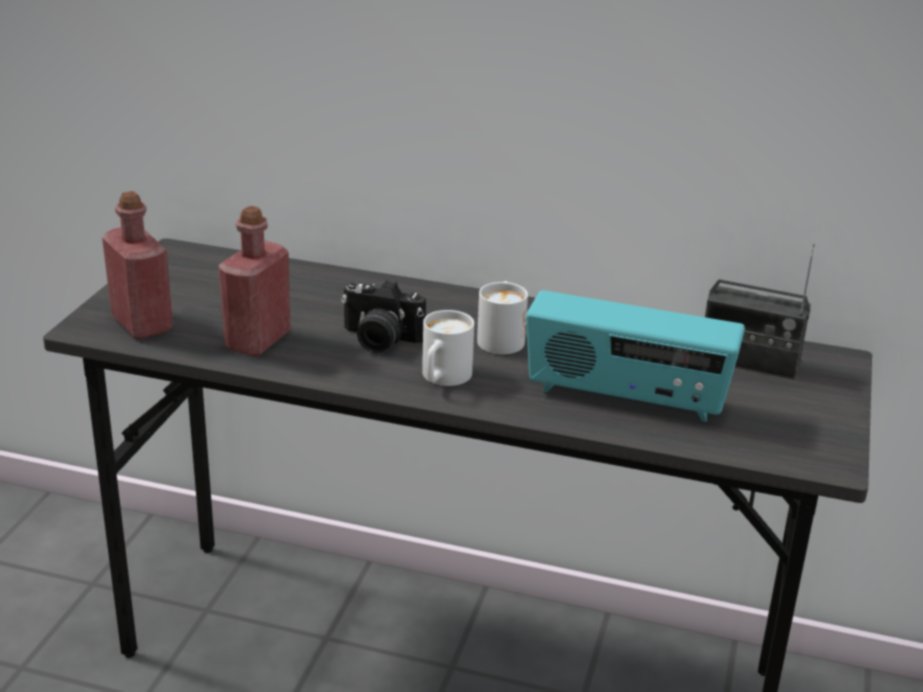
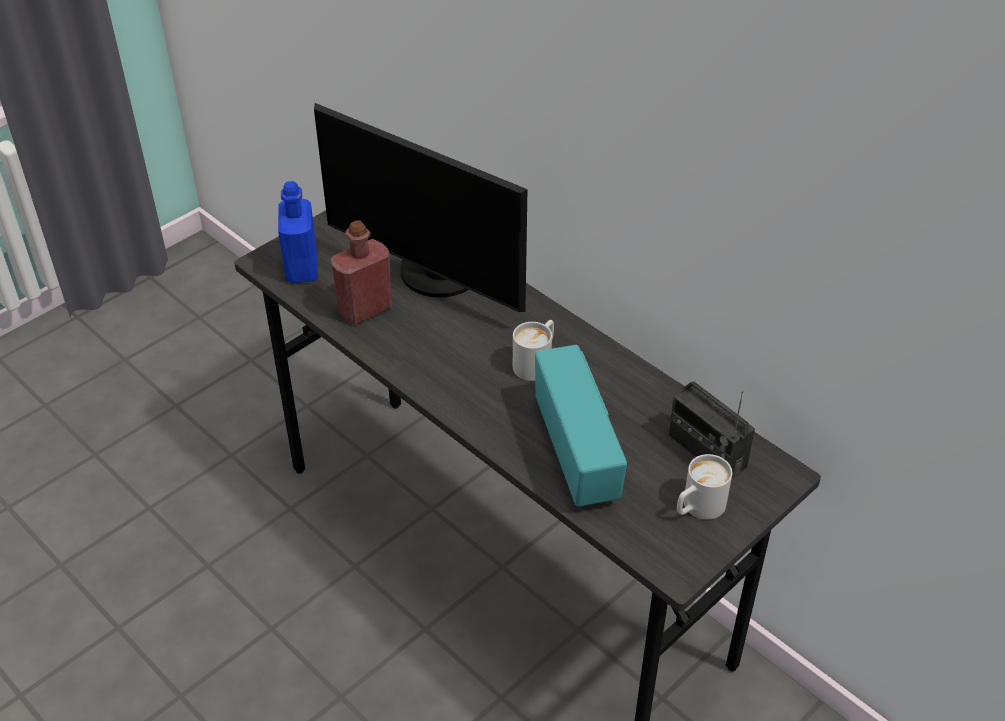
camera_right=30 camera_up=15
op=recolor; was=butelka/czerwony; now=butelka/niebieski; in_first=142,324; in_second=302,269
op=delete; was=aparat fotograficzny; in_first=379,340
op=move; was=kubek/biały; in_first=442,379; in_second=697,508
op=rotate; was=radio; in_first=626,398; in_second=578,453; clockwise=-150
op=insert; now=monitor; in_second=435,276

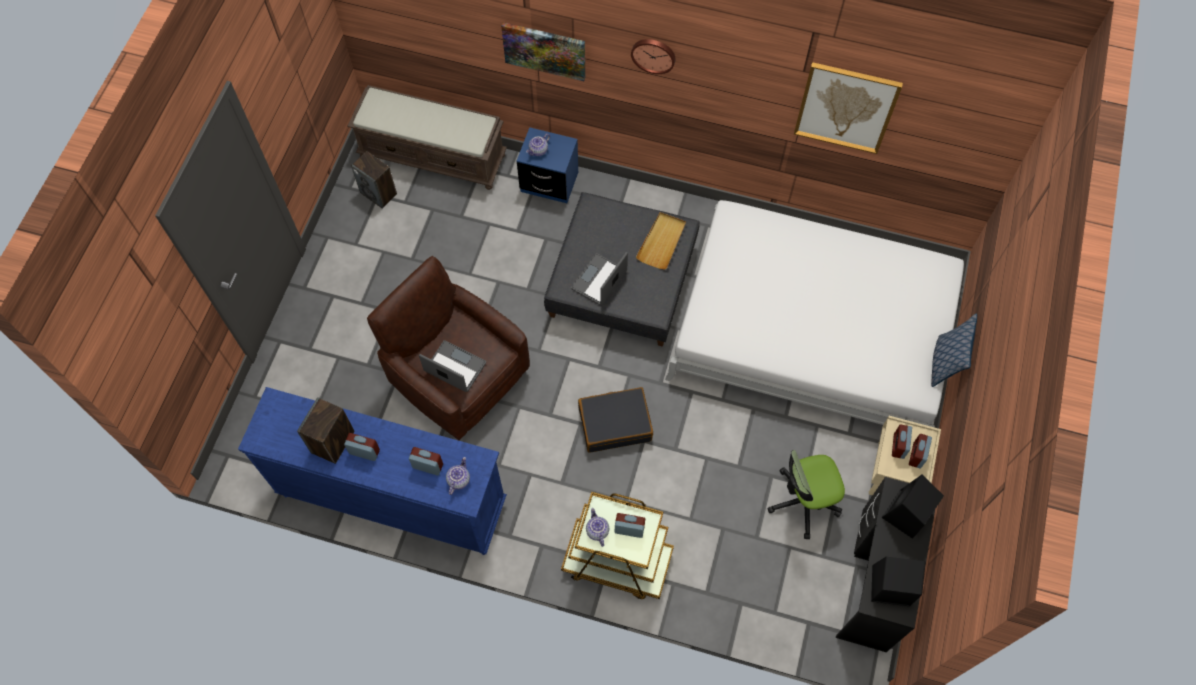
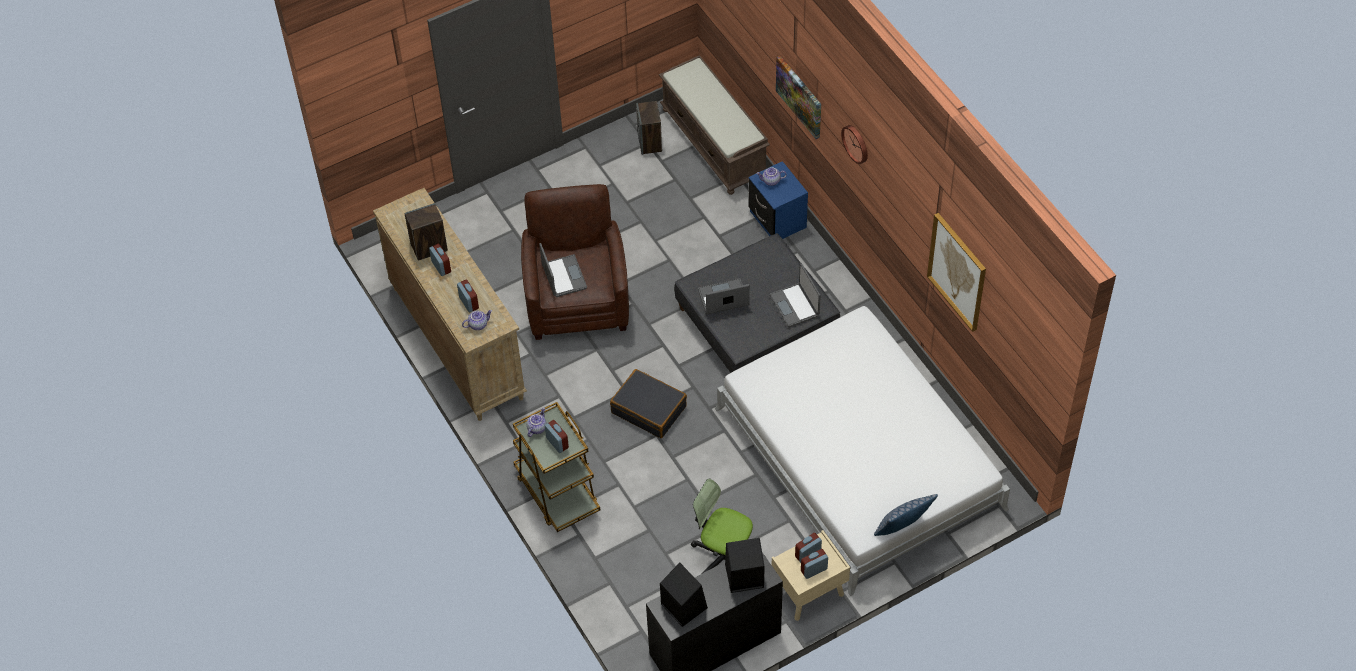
camera_right=45 camera_up=-10
op=recolor; was=komoda/niebieski; now=komoda/beżowy; in_first=392,499; in_second=457,342
op=replace; was=taca/beżowy; now=laptop; in_first=662,242; in_second=795,305

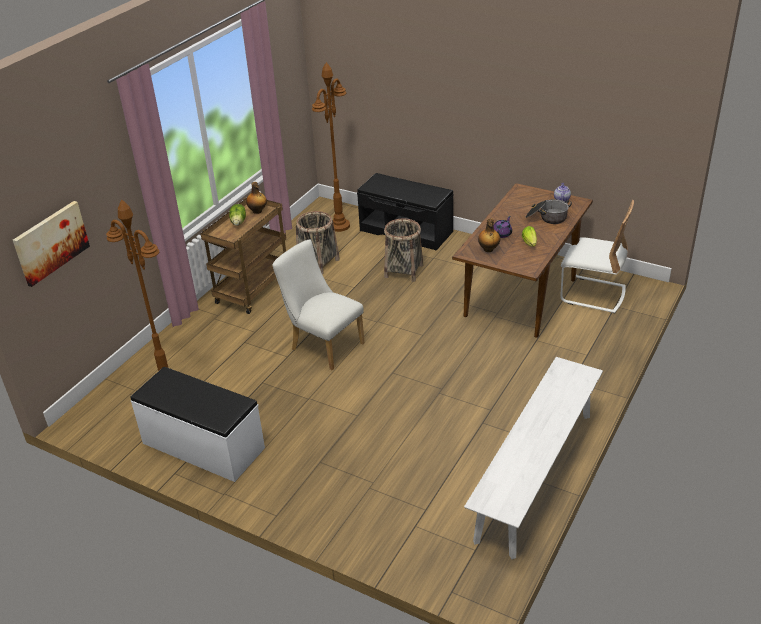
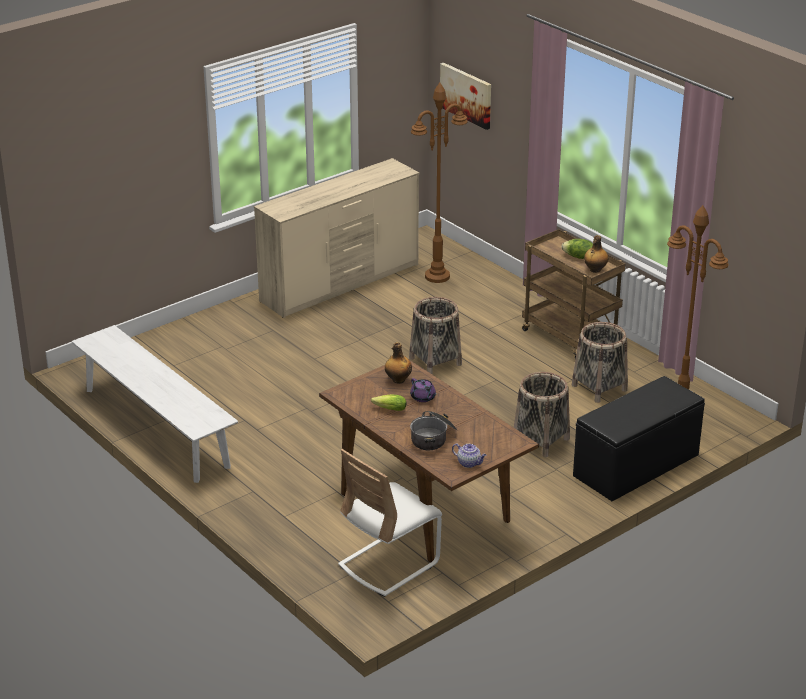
camera_right=110 camera_up=-5
op=replace; was=ławka/biały; now=komoda/beżowy; in_first=202,446; in_second=341,283
op=replace; was=krzesło/biały; now=koszyk; in_first=323,345; in_second=435,361

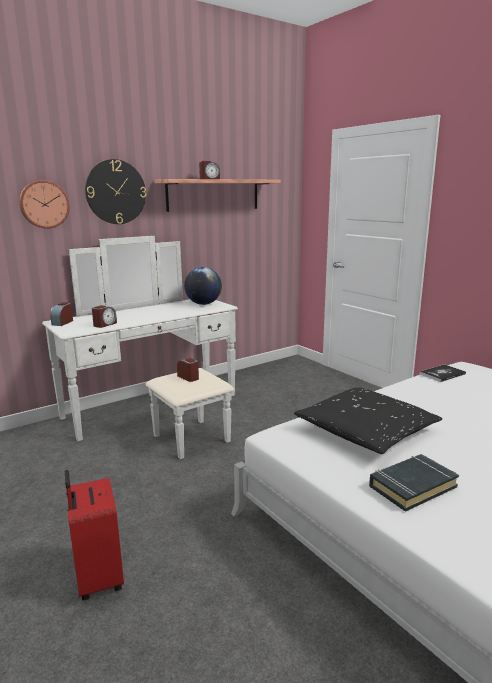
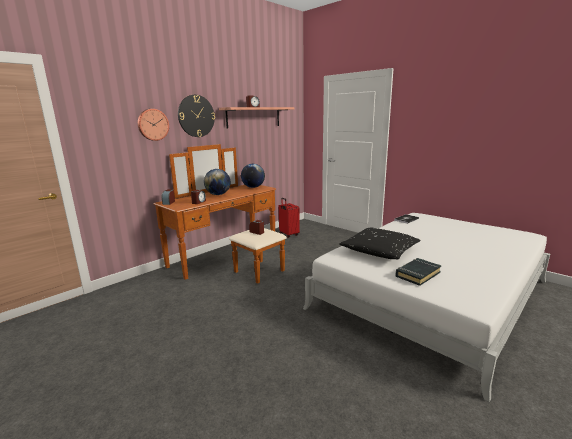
camera_right=-10 camera_up=0
op=recolor; was=komoda/biały; now=komoda/brązowy; in_first=160,412; in_second=232,258
op=move; was=walizka/czerwony; in_first=98,579; in_second=288,234
op=insert; now=globus; in_second=218,194

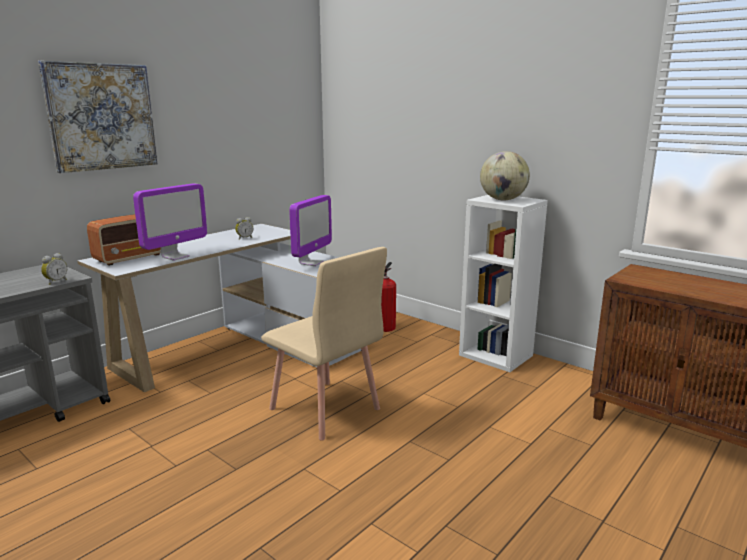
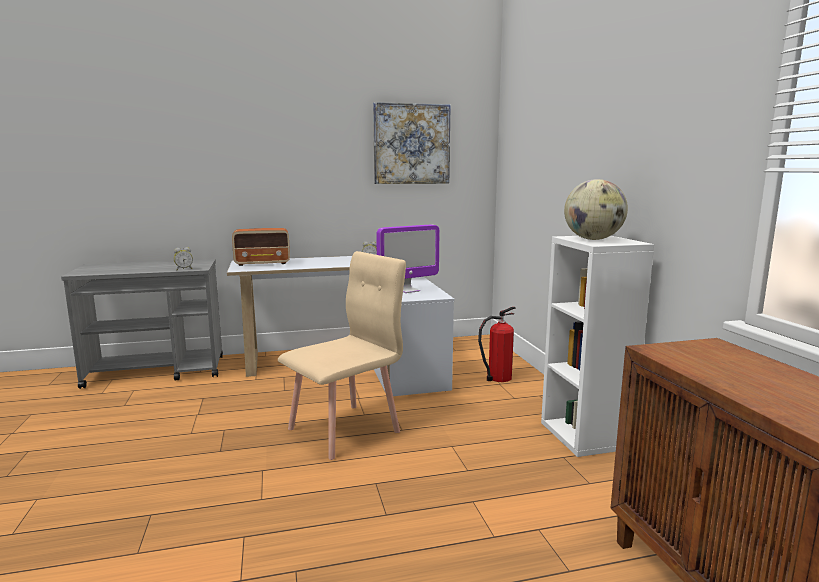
camera_right=35 camera_up=-5
op=move; was=obraz; in_first=101,117; in_second=411,144
op=delete; was=monitor; in_first=175,257
op=rotate; was=krzesło/beżowy; in_first=325,409; in_second=345,430; clockwise=-120

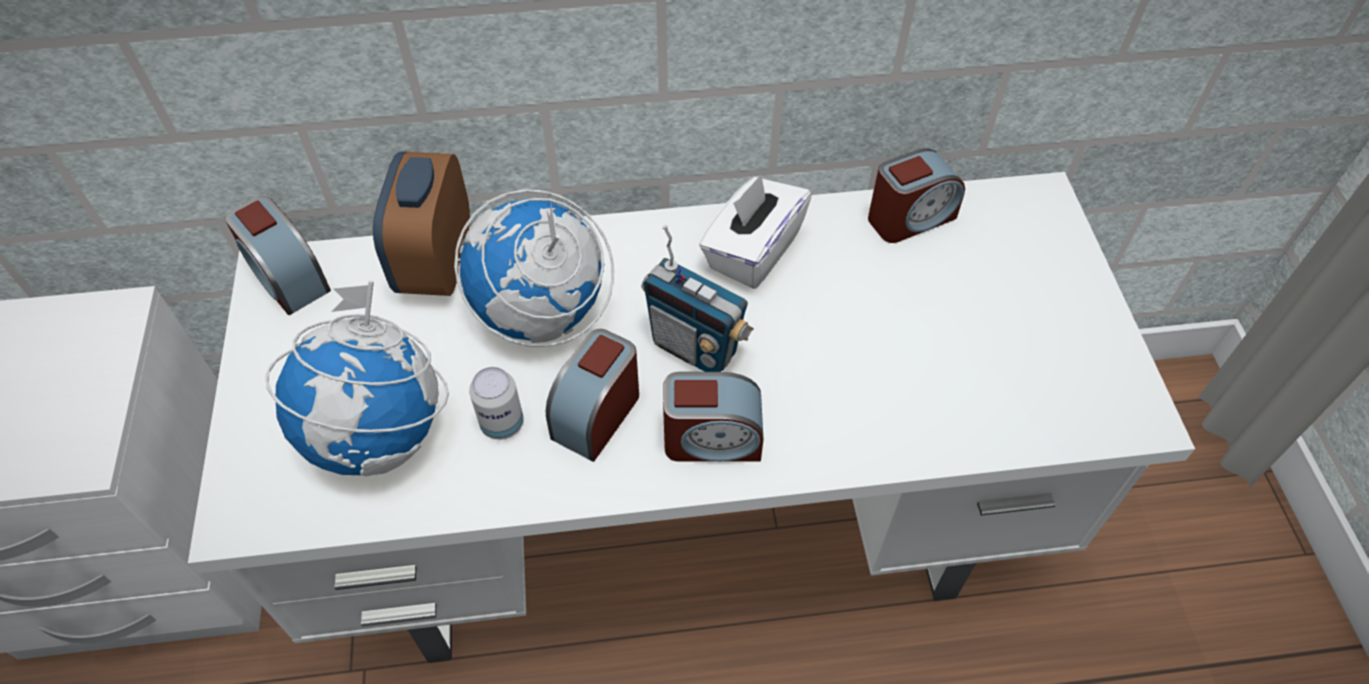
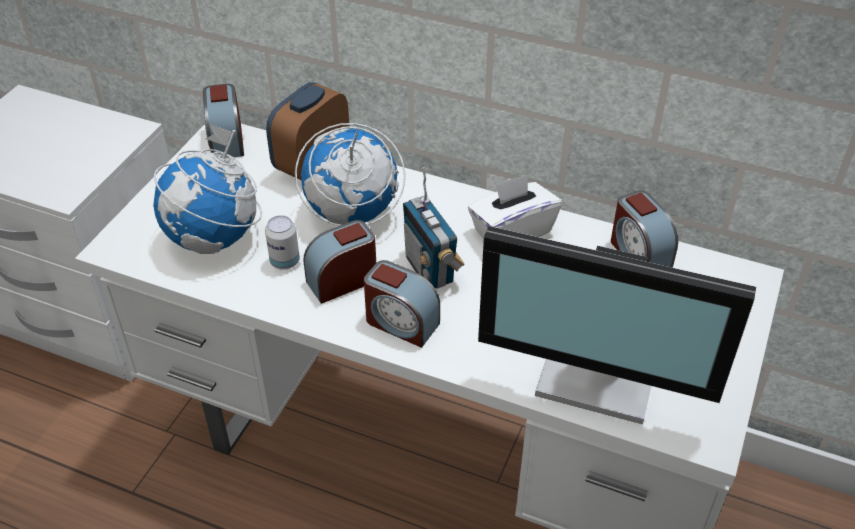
camera_right=30 camera_up=-10
op=rotate; was=budzik; in_first=910,218; in_second=639,253; clockwise=60
op=insert; now=monitor; in_second=600,374

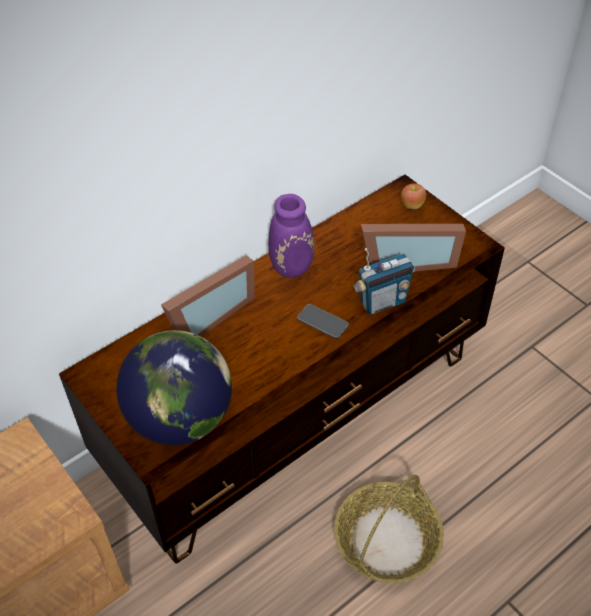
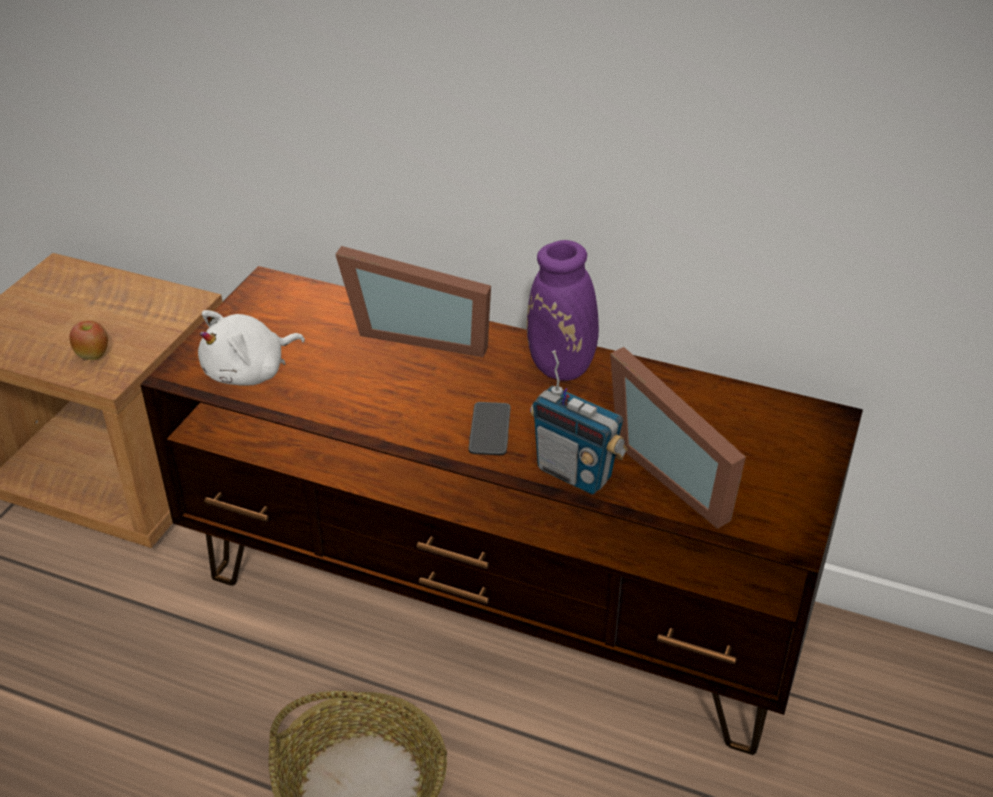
camera_right=60 camera_up=-10
op=replace; was=globus; now=pluszak/biały; in_first=181,418; in_second=250,373
op=move; was=jabłko; in_first=412,205; in_second=93,355

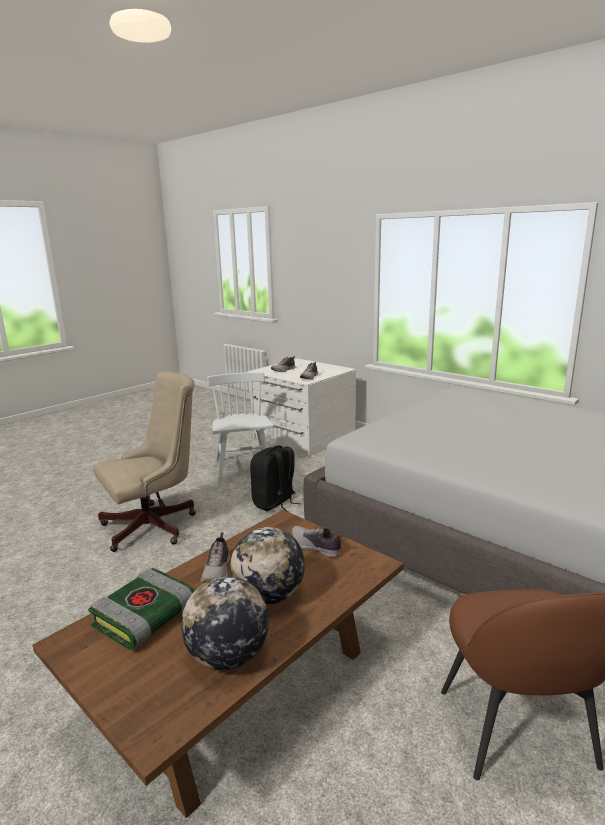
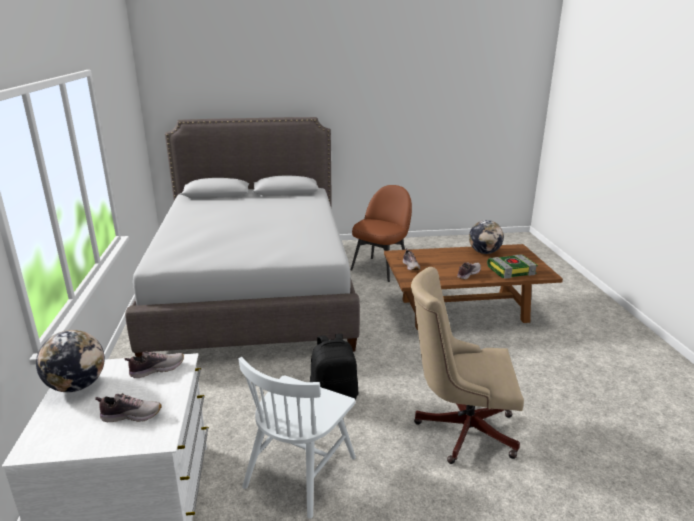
camera_right=-140 camera_up=5
op=move; was=globus; in_first=269,596; in_second=77,386

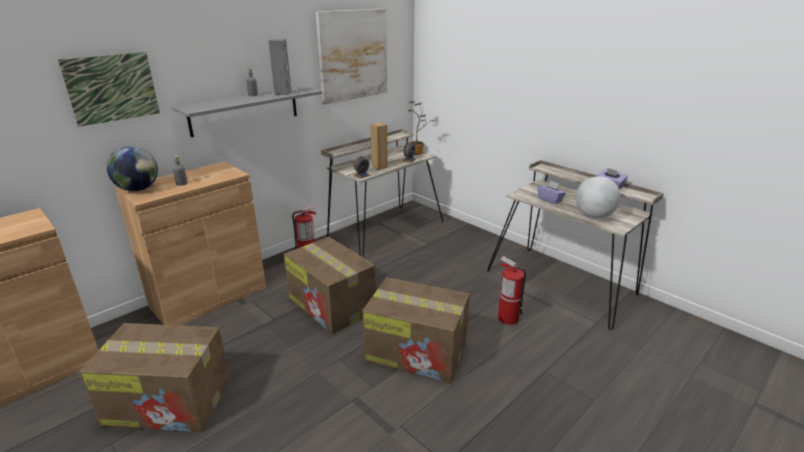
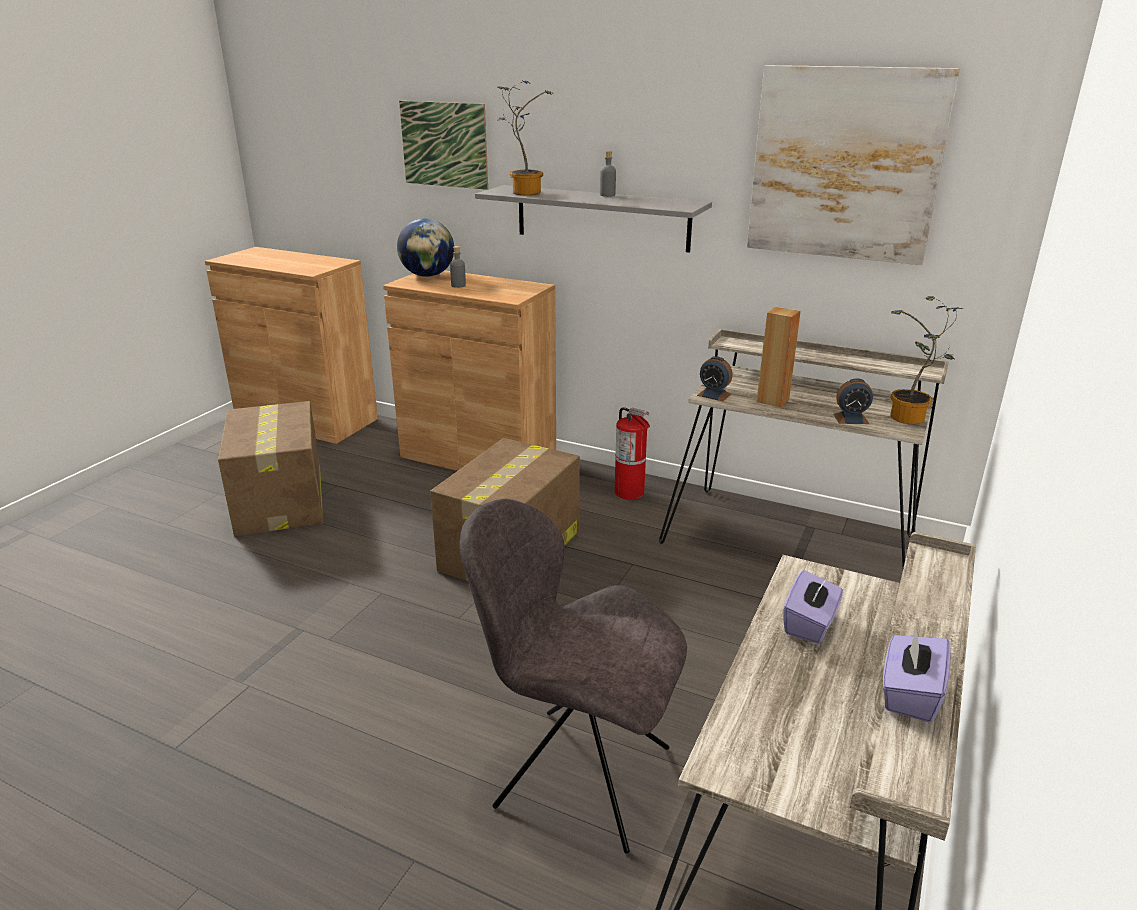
camera_right=70 camera_up=0
op=delete; was=głośnik/szary; in_first=283,93
op=delete; was=karton; in_first=417,351
op=replace; was=gaśnica; now=krzesło/szary; in_first=507,318; in_second=577,774
op=delete; was=globus; in_first=593,216
op=insert; now=roślina doniczkowa; in_second=524,192

